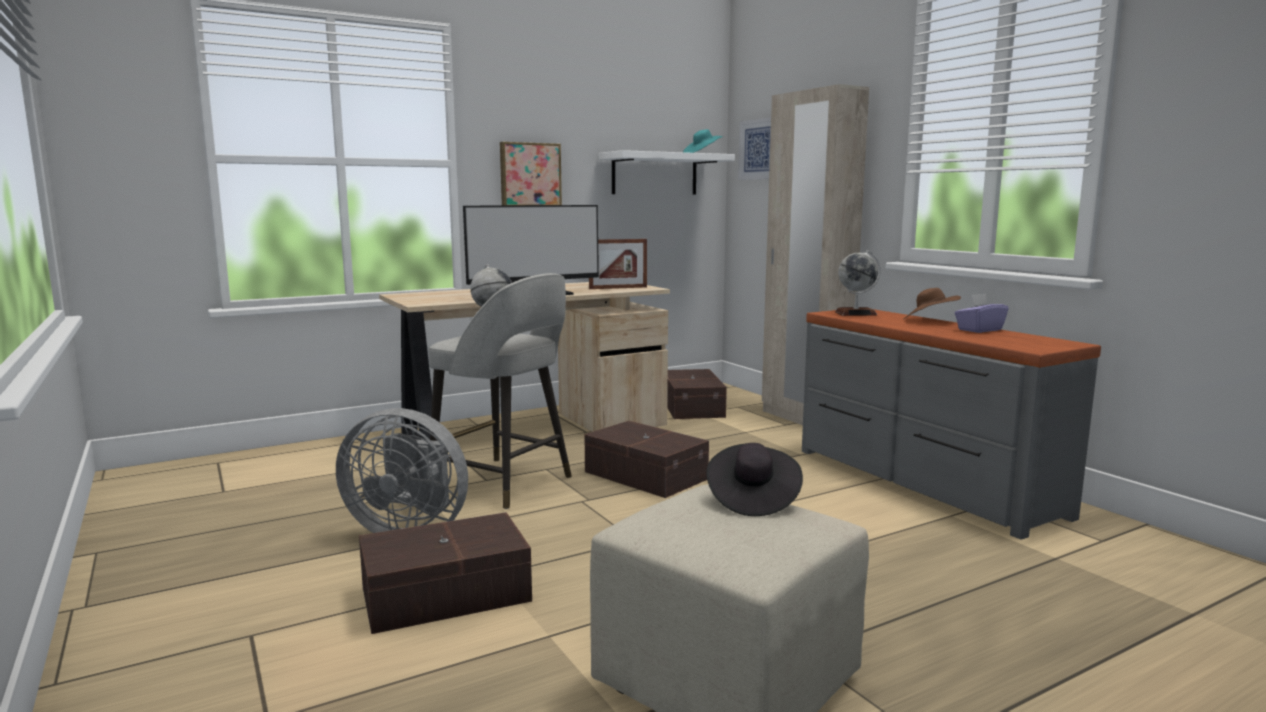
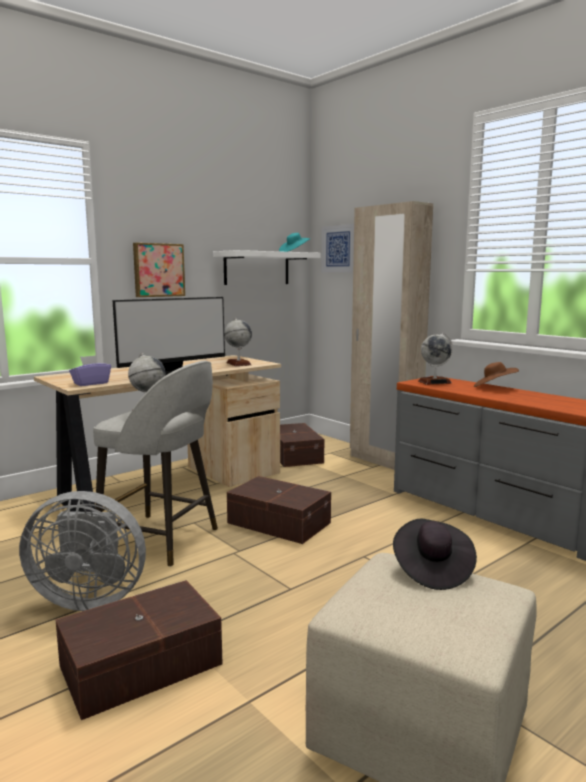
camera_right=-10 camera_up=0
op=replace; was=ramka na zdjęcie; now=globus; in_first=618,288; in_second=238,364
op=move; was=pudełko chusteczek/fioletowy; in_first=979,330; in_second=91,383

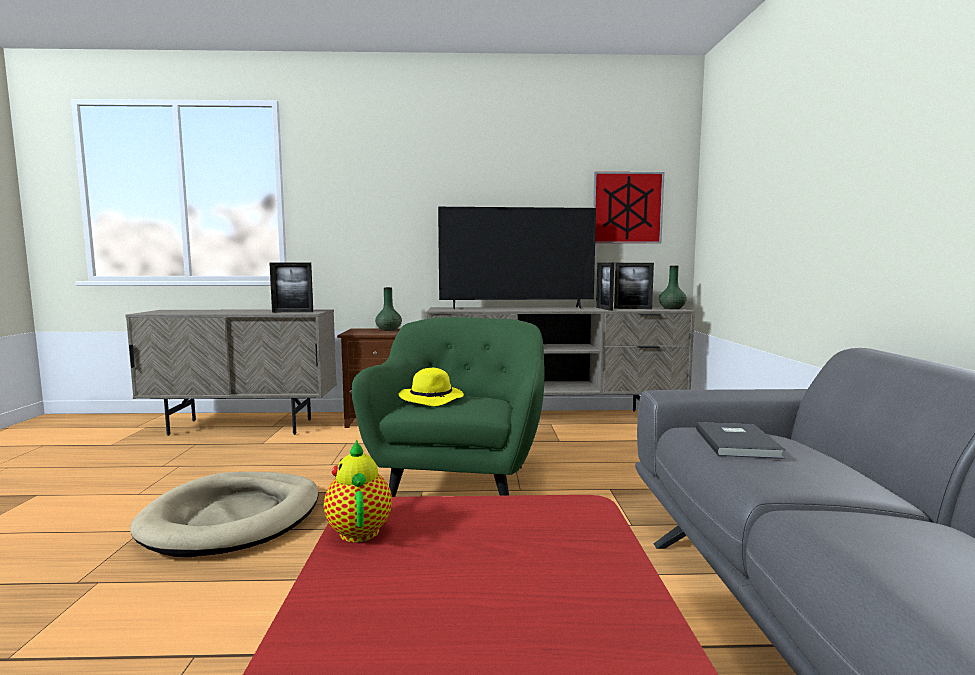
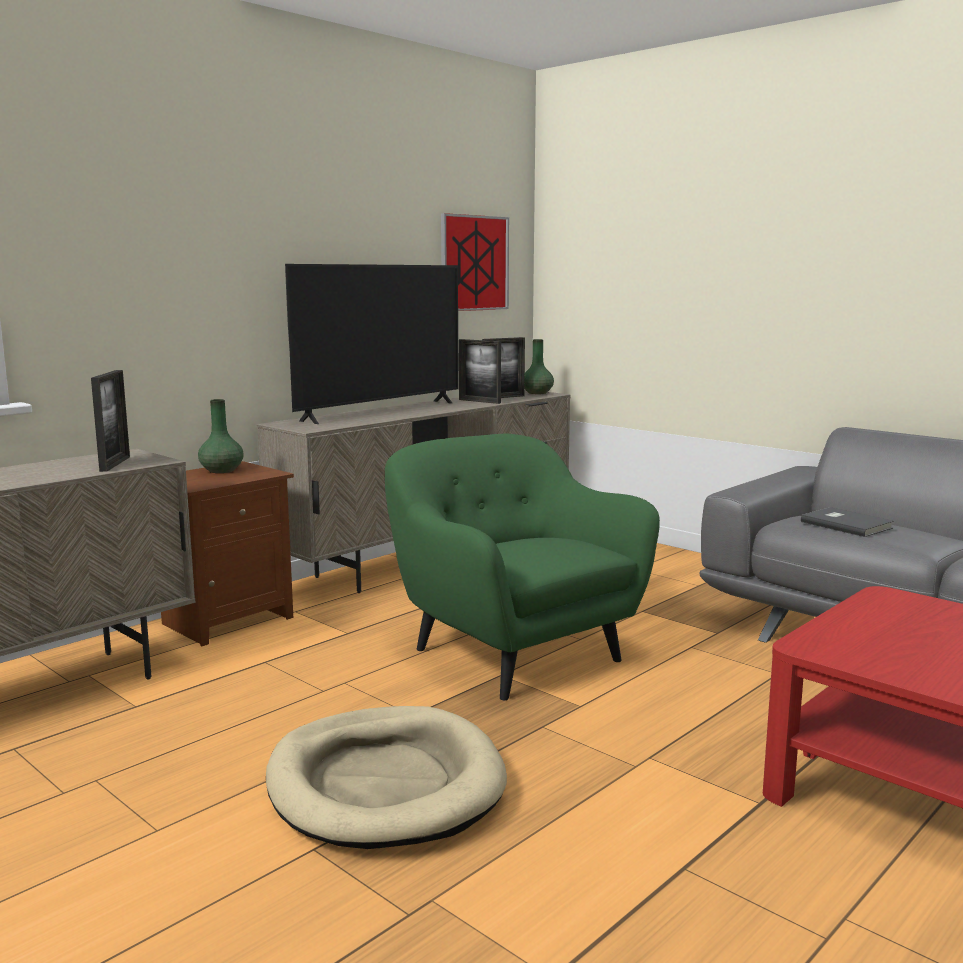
camera_right=-45 camera_up=5
op=rotate; was=ramka na zdjęcie; in_first=292,312; in_second=115,464; clockwise=-45
op=delete; was=imbryk; in_first=359,529
op=delete; was=kapelusz/żółty; in_first=432,399

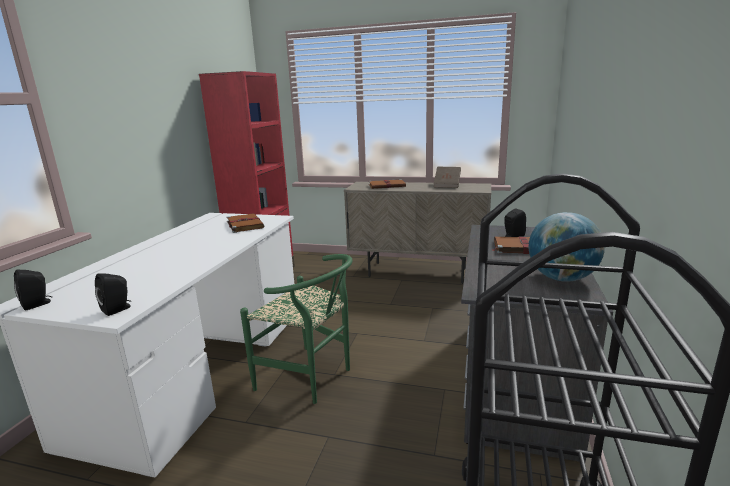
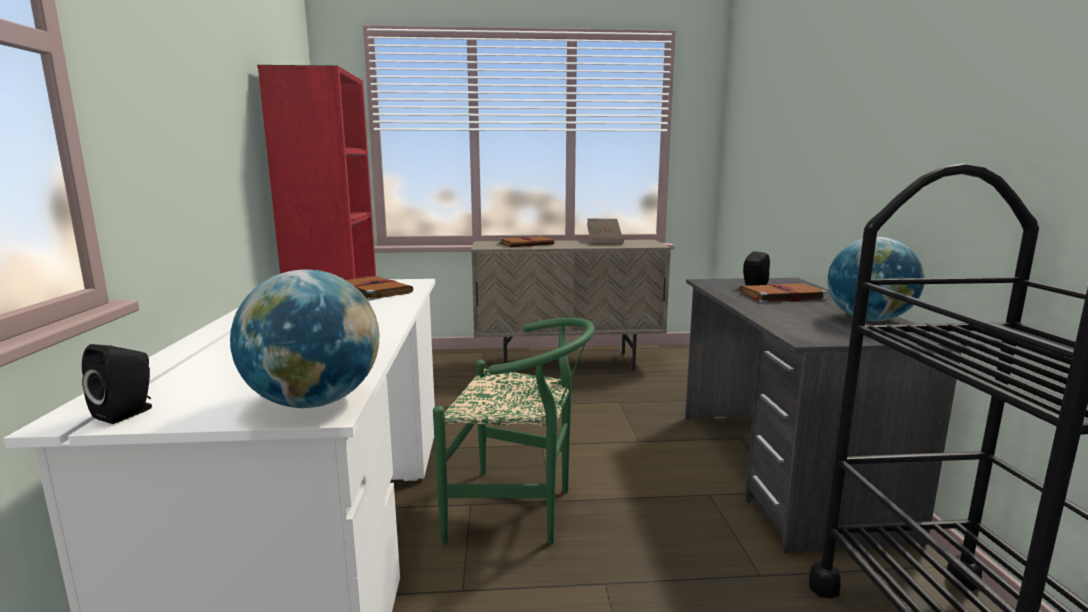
camera_right=-20 camera_up=-5
op=replace; was=głośnik/czarny; now=globus; in_first=118,309; in_second=314,402

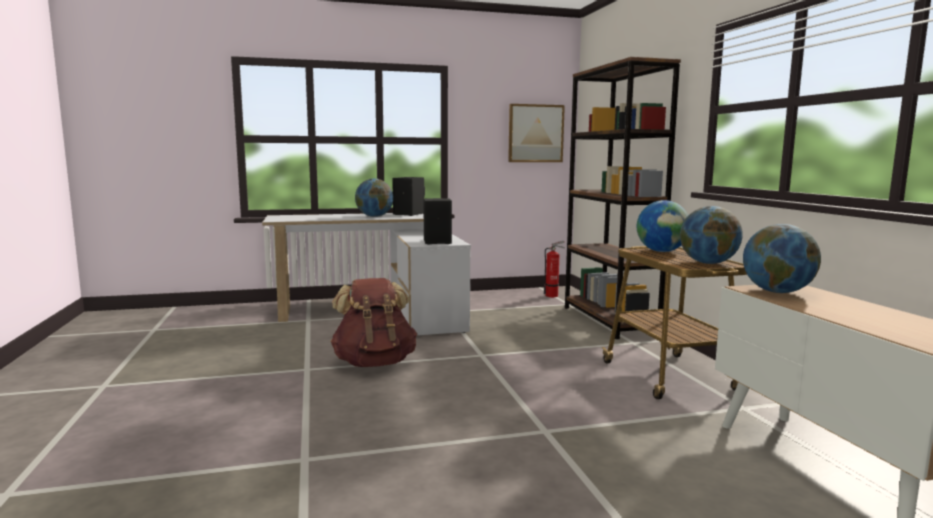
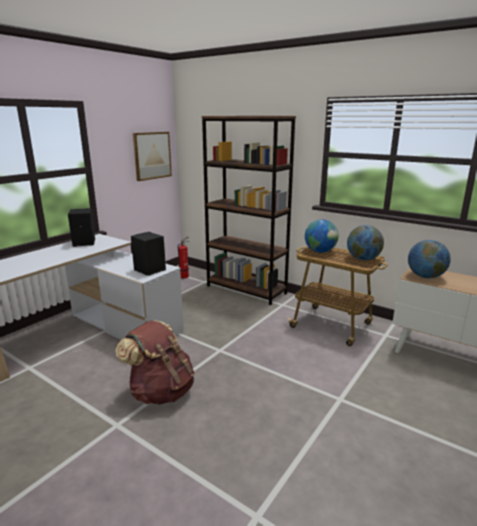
camera_right=-40 camera_up=10
op=delete; was=globus; in_first=374,216

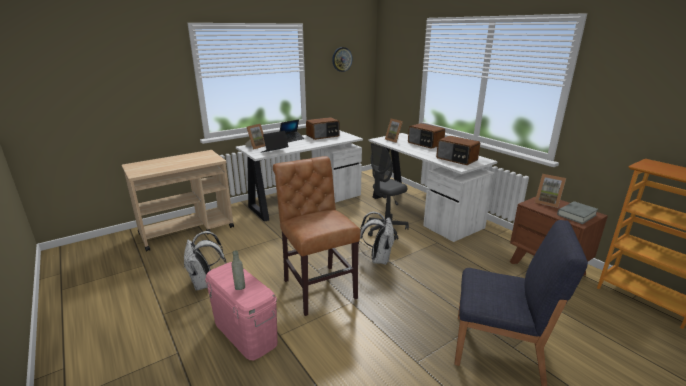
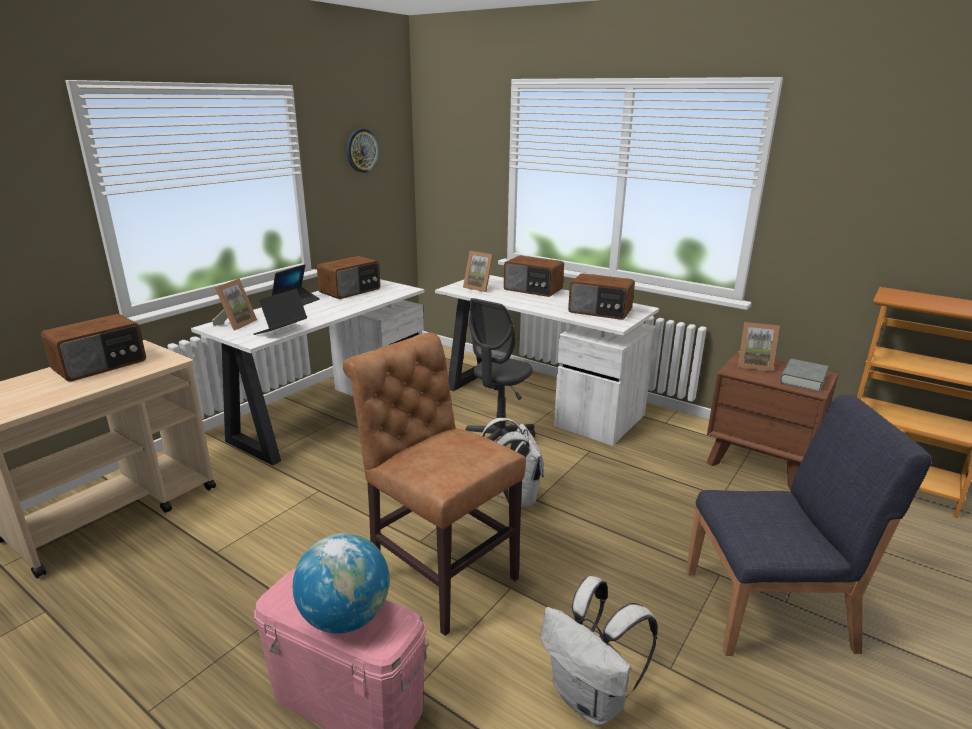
camera_right=-20 camera_up=0
op=move; was=plecak/biały; in_first=205,284; in_second=591,698
op=replace; was=butelka/szary; now=globus; in_first=239,286; in_second=345,618
op=insert; now=radio; in_second=101,365

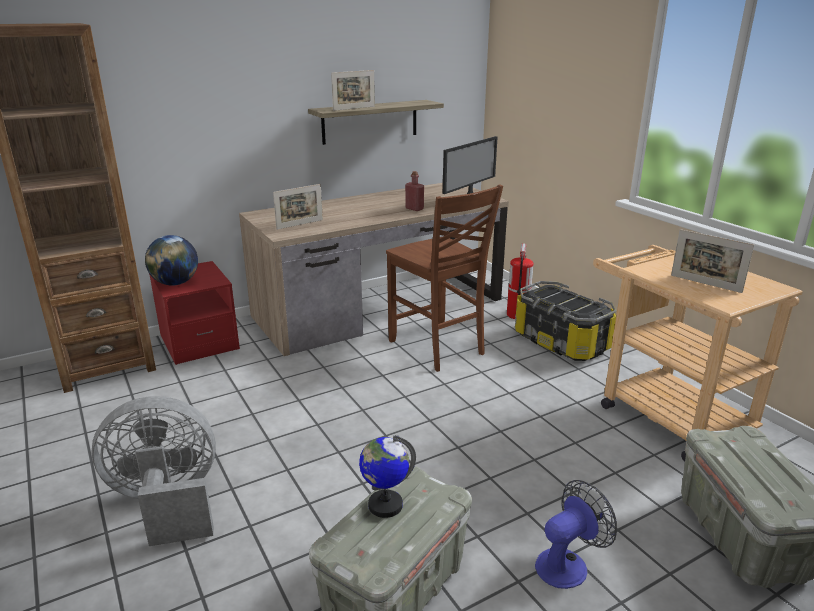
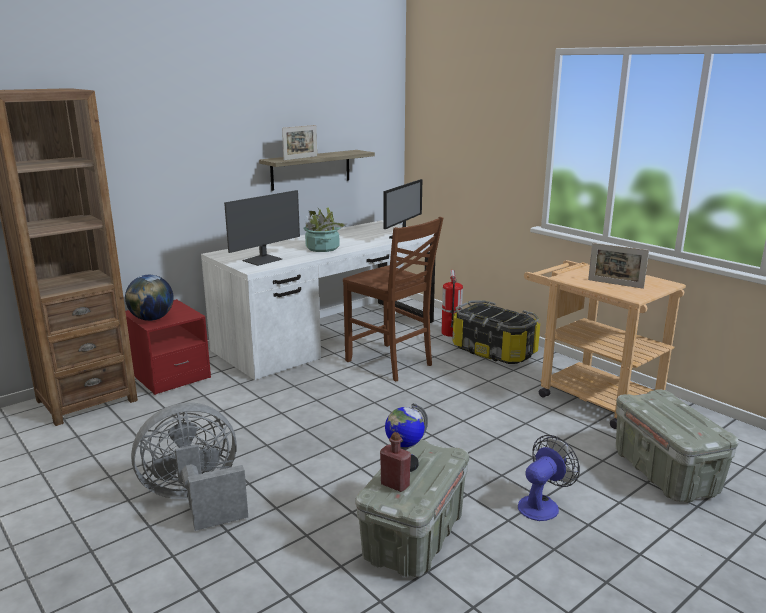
camera_right=-10 camera_up=-5
op=recolor; was=biurko/brązowy; now=biurko/biały; in_first=379,309; in_second=328,336
op=replace; was=ramka na zdjęcie; now=monitor; in_first=300,224; in_second=263,260
op=move; was=butelka/czerwony; in_first=414,209; in_second=395,485
op=insert; now=roślina doniczkowa; in_second=322,248

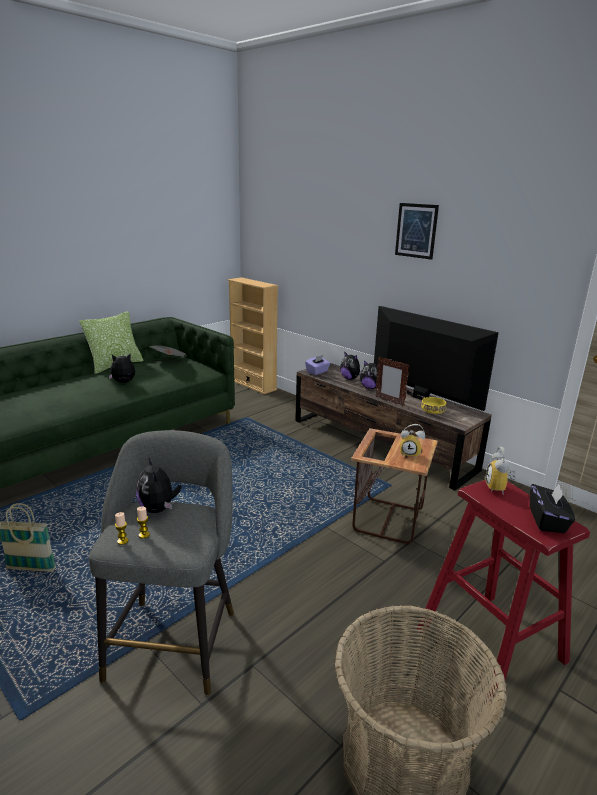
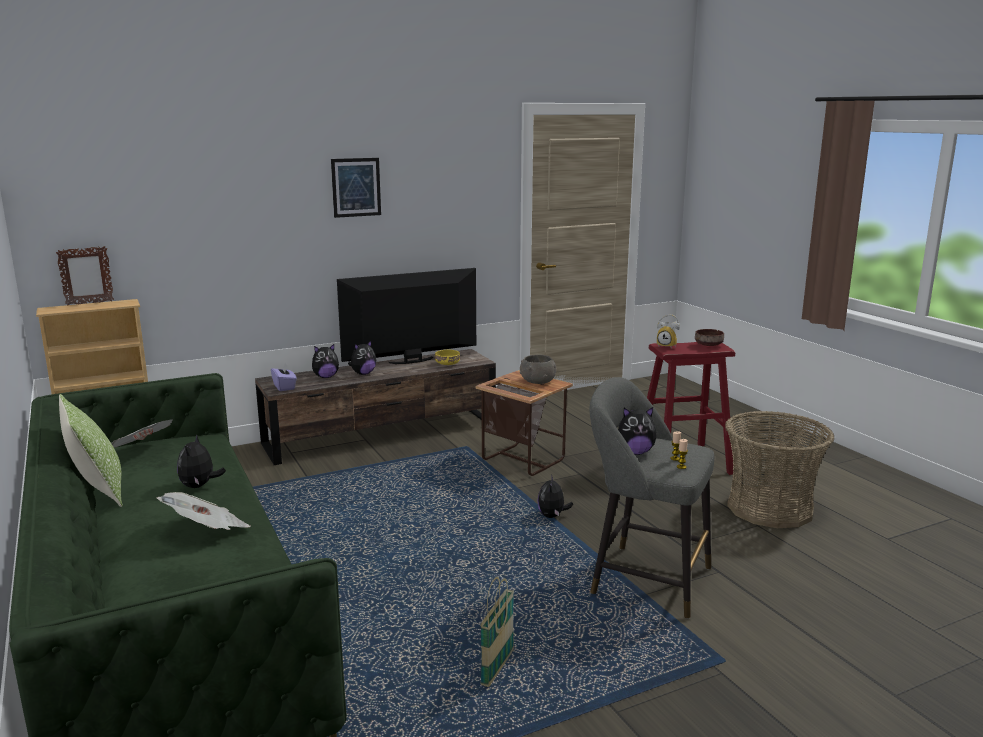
camera_right=-70 camera_up=-5
op=move; was=ramka na zdjęcie; in_first=389,401; in_second=89,303
op=replace; was=budzik; now=miska/szary; in_first=410,454; in_second=537,381
op=replace; was=pudełko chusteczek/czarny; now=miska/brązowy; in_first=547,521; in_second=708,345
op=insert; now=gazeta; in_second=207,531
op=insert; now=pluszak; in_second=552,516

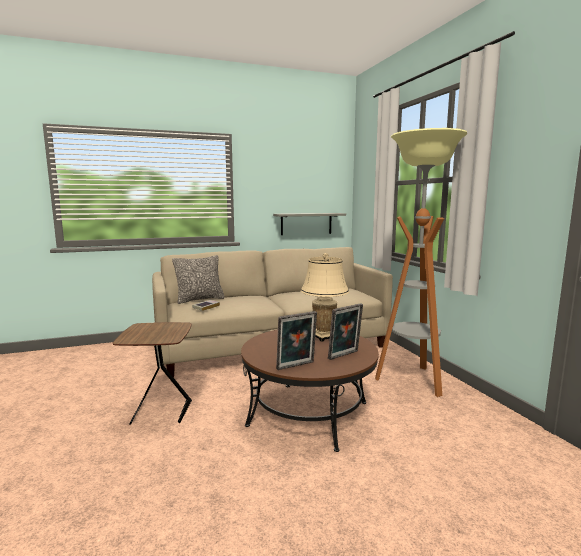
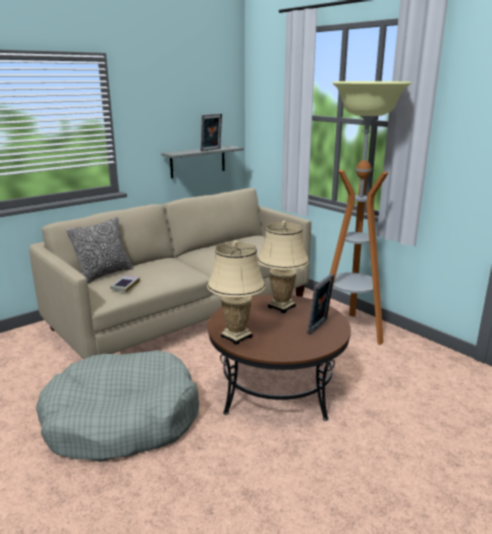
camera_right=-20 camera_up=10
op=replace; was=stolik/brązowy; now=legowisko/szary; in_first=161,413; in_second=122,419
op=move; was=ramka na zdjęcie; in_first=296,366; in_second=211,150
op=insert; now=lampa stołowa/beżowy; in_second=236,337

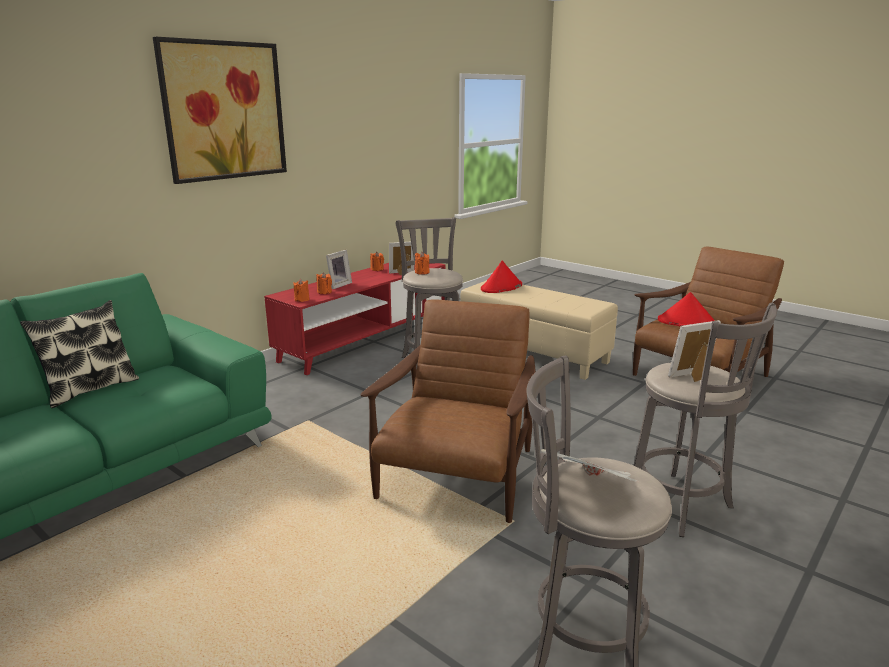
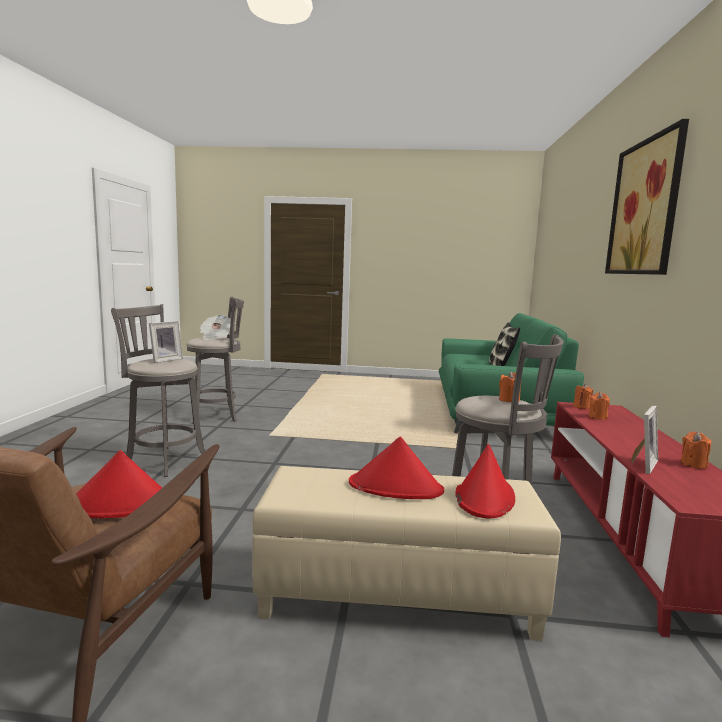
camera_right=145 camera_up=-10
op=delete; was=ramka na zdjęcie; in_first=338,285
op=delete; was=fotel/brązowy; in_first=457,477
op=insert; now=kapelusz/czerwony; in_second=396,487

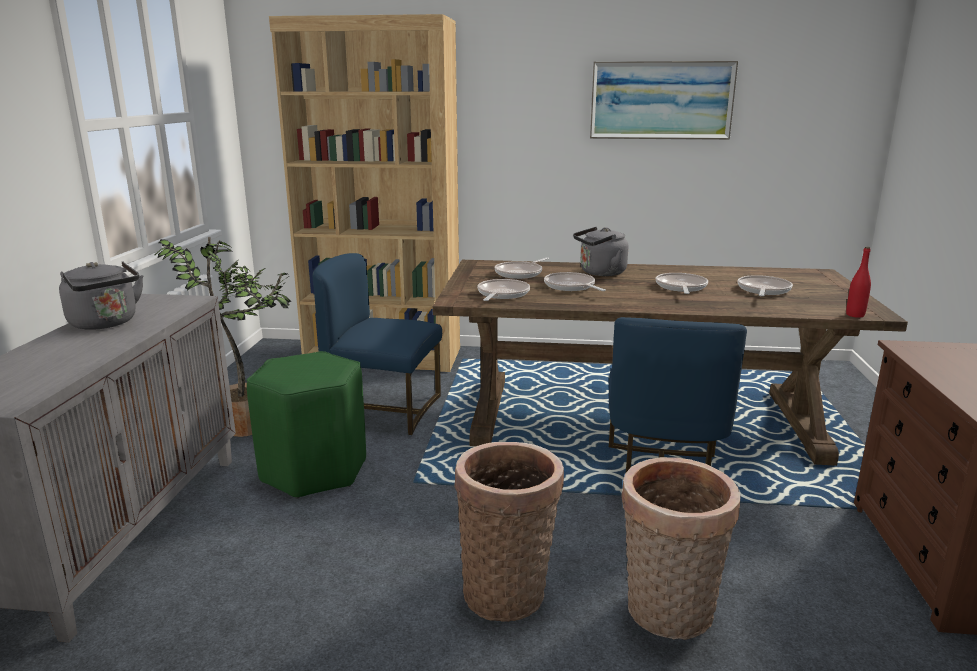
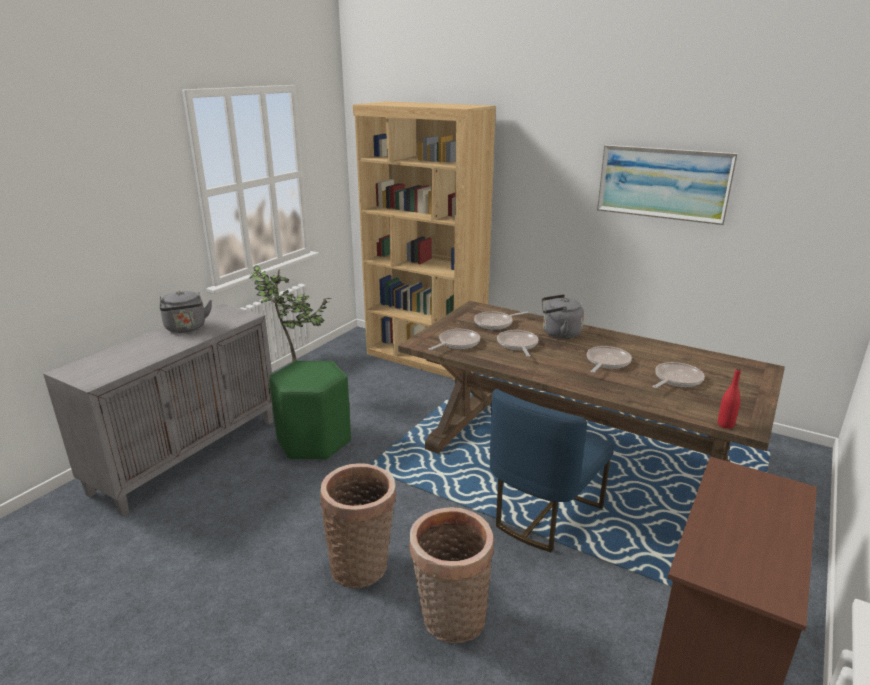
camera_right=25 camera_up=5
op=delete; was=krzesło/niebieski; in_first=383,409

